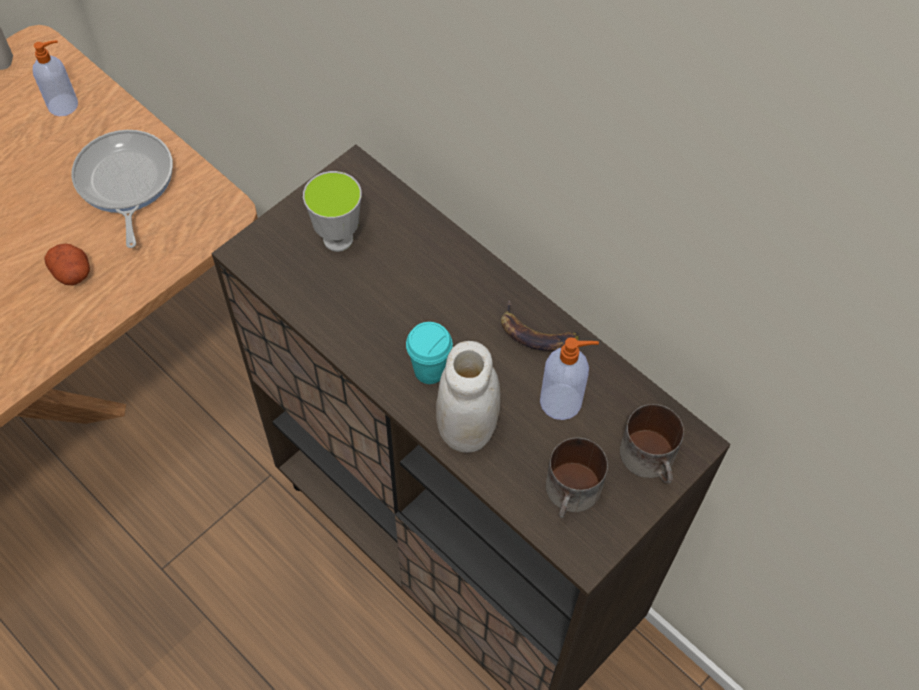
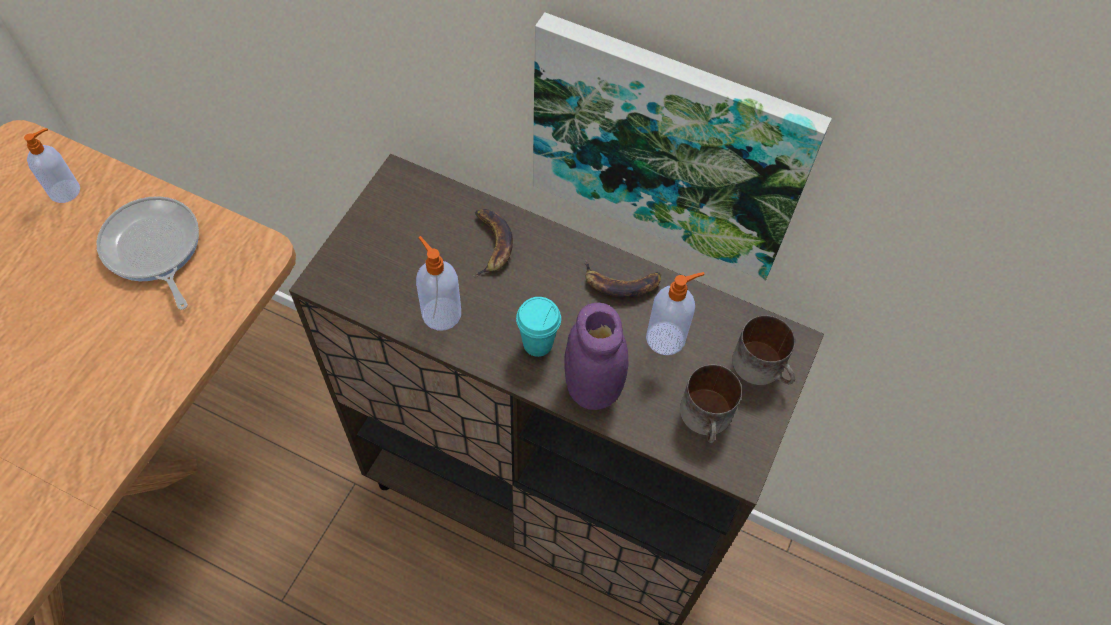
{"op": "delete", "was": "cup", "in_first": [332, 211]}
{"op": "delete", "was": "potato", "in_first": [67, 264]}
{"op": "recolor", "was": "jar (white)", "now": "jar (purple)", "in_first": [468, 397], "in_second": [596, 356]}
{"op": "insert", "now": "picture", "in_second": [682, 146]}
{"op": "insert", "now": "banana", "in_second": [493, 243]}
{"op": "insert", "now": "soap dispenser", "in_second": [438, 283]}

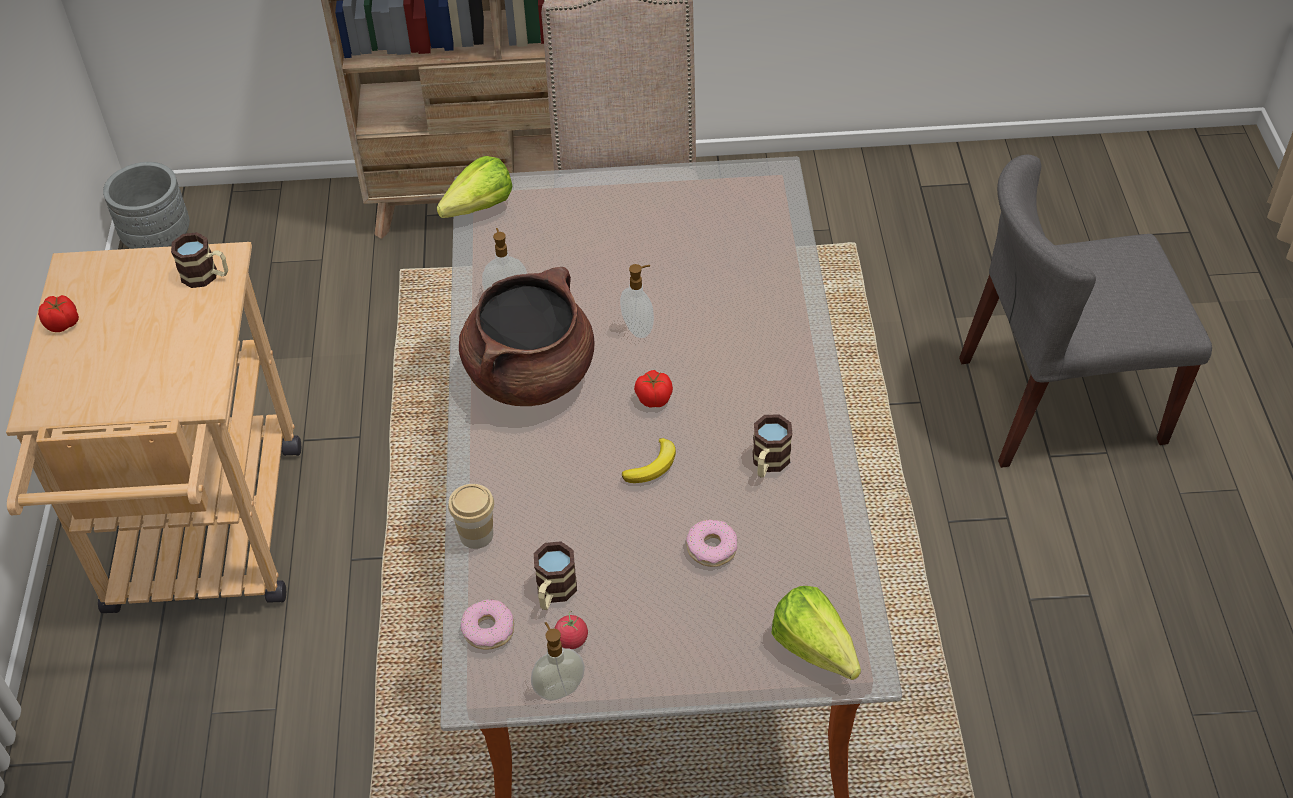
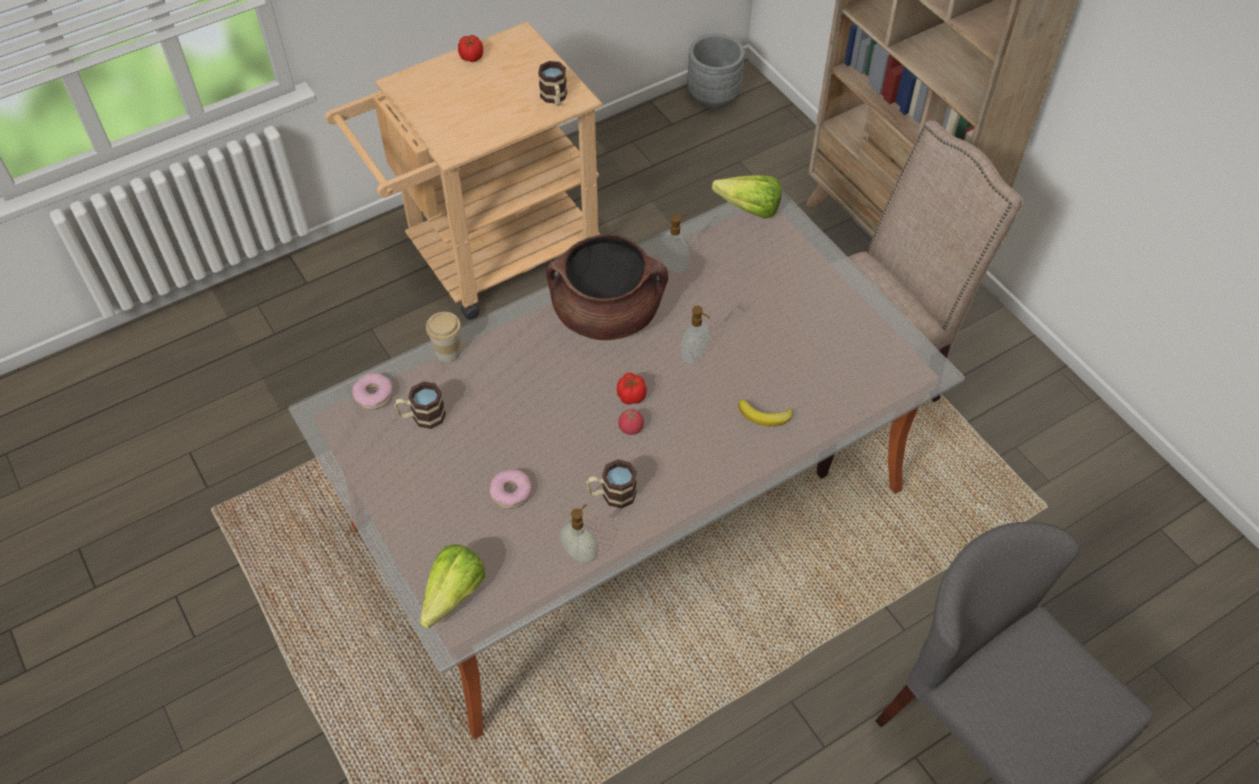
{"op": "move", "was": "banana", "in_first": [649, 460], "in_second": [765, 412]}
{"op": "move", "was": "tomato", "in_first": [571, 630], "in_second": [631, 422]}
{"op": "move", "was": "soap dispenser", "in_first": [558, 661], "in_second": [578, 534]}

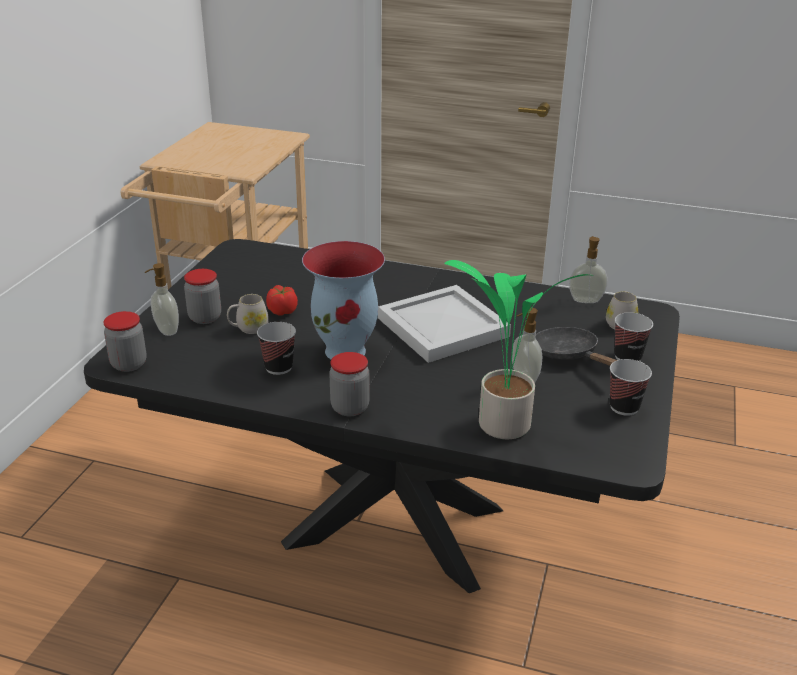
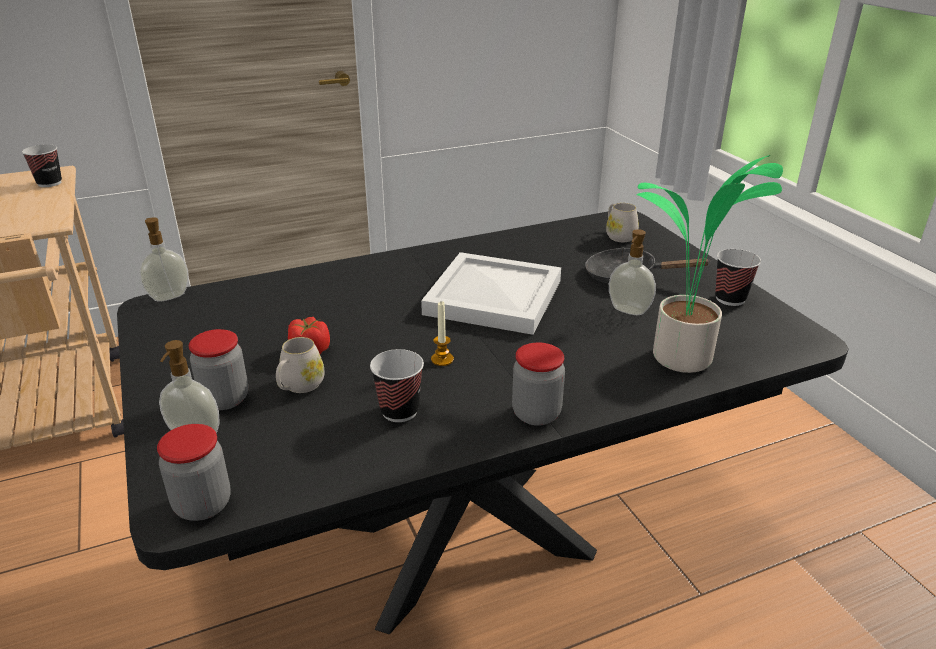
{"op": "move", "was": "soap dispenser", "in_first": [588, 269], "in_second": [164, 260]}
{"op": "replace", "was": "vase", "now": "candle", "in_first": [343, 300], "in_second": [442, 334]}
{"op": "move", "was": "cup", "in_first": [633, 336], "in_second": [42, 165]}

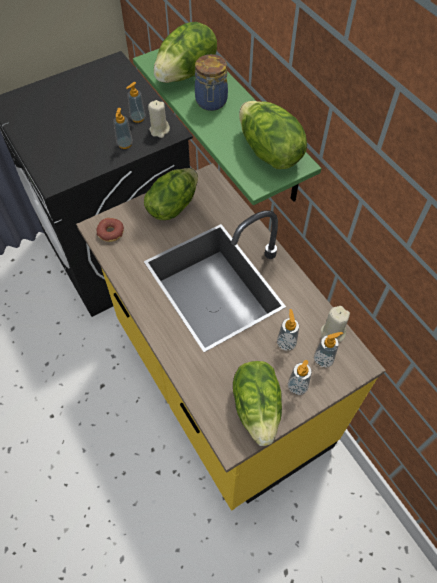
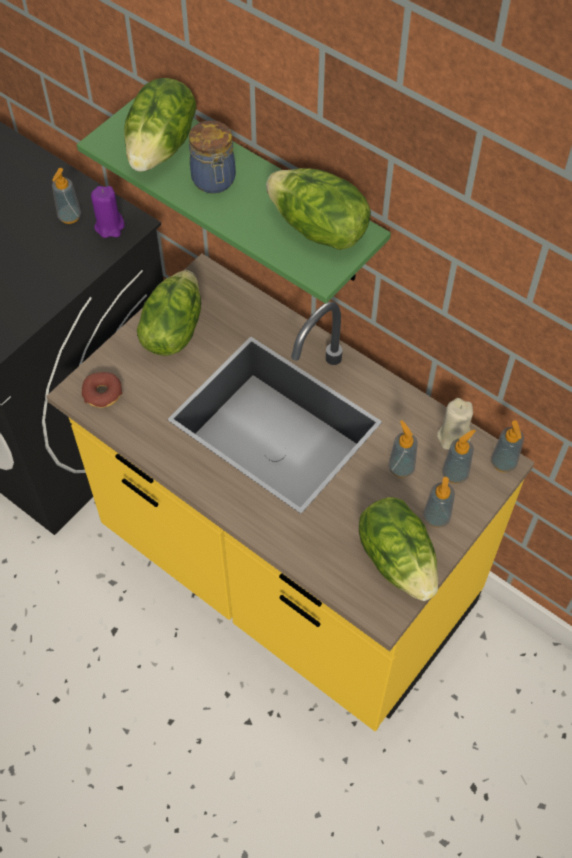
{"op": "recolor", "was": "candle (beige)", "now": "candle (purple)", "in_first": [159, 119], "in_second": [108, 212]}
{"op": "move", "was": "soap dispenser", "in_first": [123, 128], "in_second": [507, 446]}

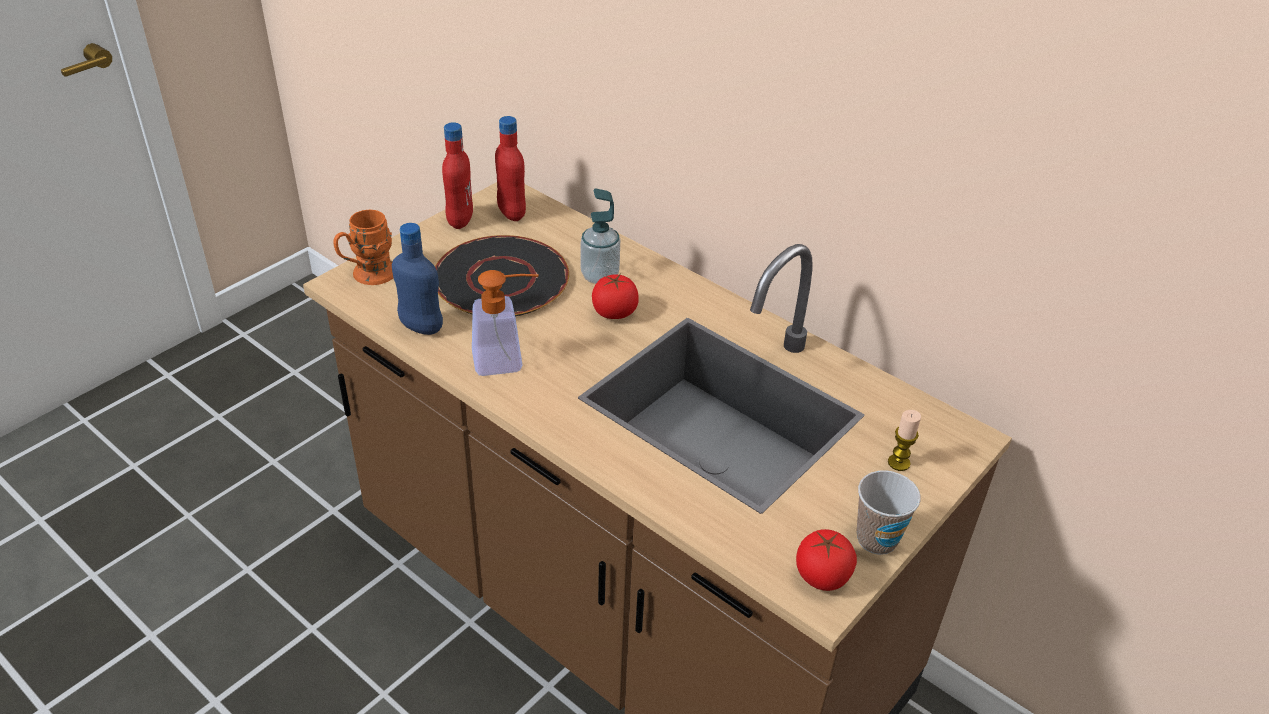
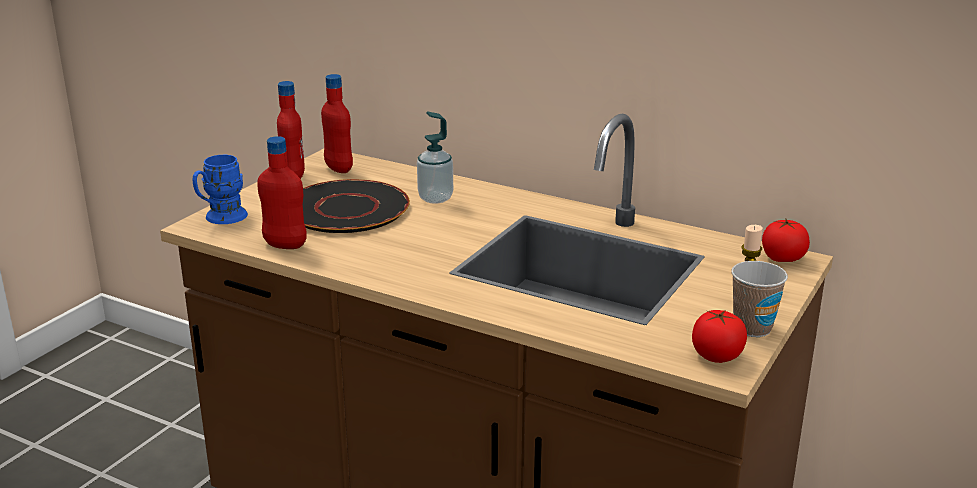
{"op": "recolor", "was": "mug (orange)", "now": "mug (blue)", "in_first": [363, 247], "in_second": [220, 189]}
{"op": "recolor", "was": "bottle (blue)", "now": "bottle (red)", "in_first": [417, 279], "in_second": [282, 192]}
{"op": "delete", "was": "soap dispenser", "in_first": [505, 323]}
{"op": "move", "was": "tomato", "in_first": [615, 296], "in_second": [786, 240]}

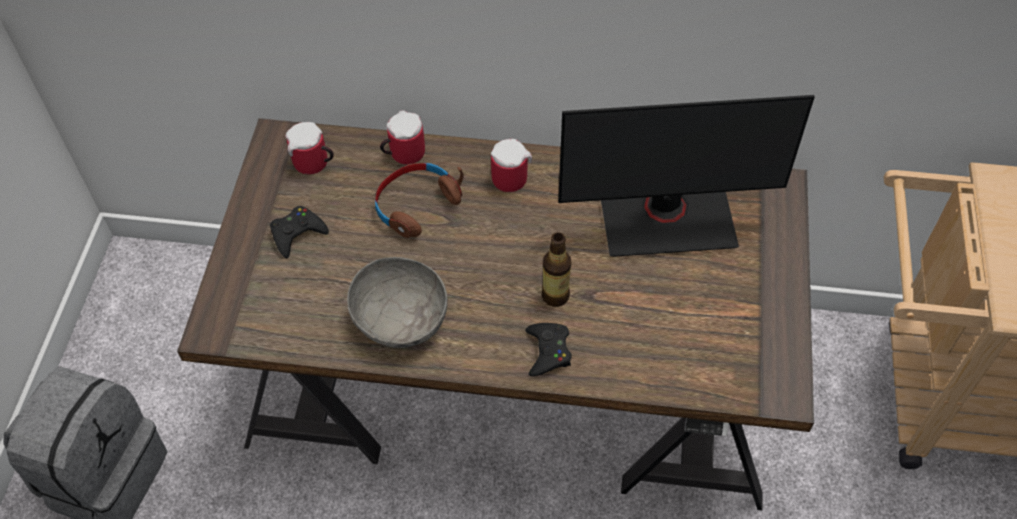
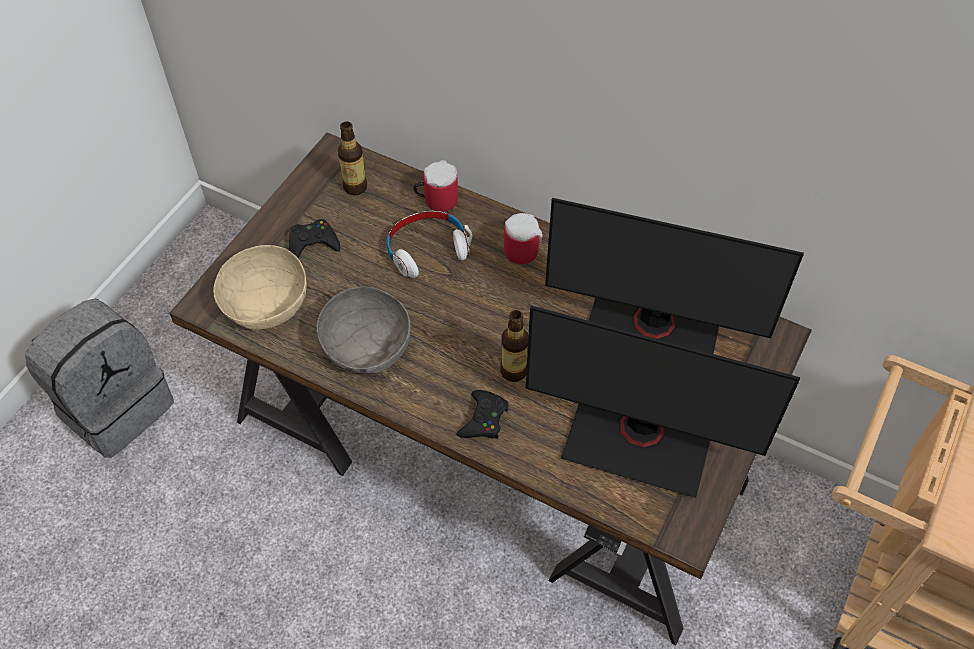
{"op": "replace", "was": "mug", "now": "bottle", "in_first": [309, 148], "in_second": [352, 158]}
{"op": "recolor", "was": "headphones (brown)", "now": "headphones (white)", "in_first": [419, 200], "in_second": [429, 244]}
{"op": "insert", "now": "bowl (beige)", "in_second": [260, 287]}
{"op": "insert", "now": "monitor", "in_second": [663, 402]}

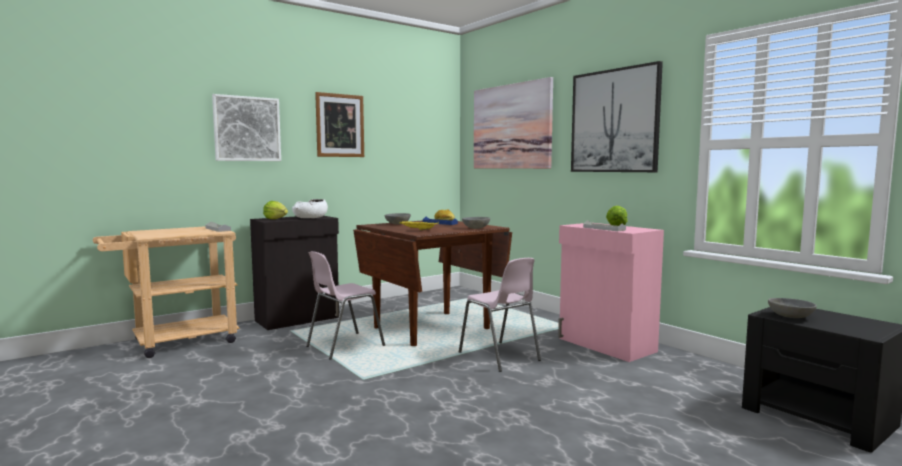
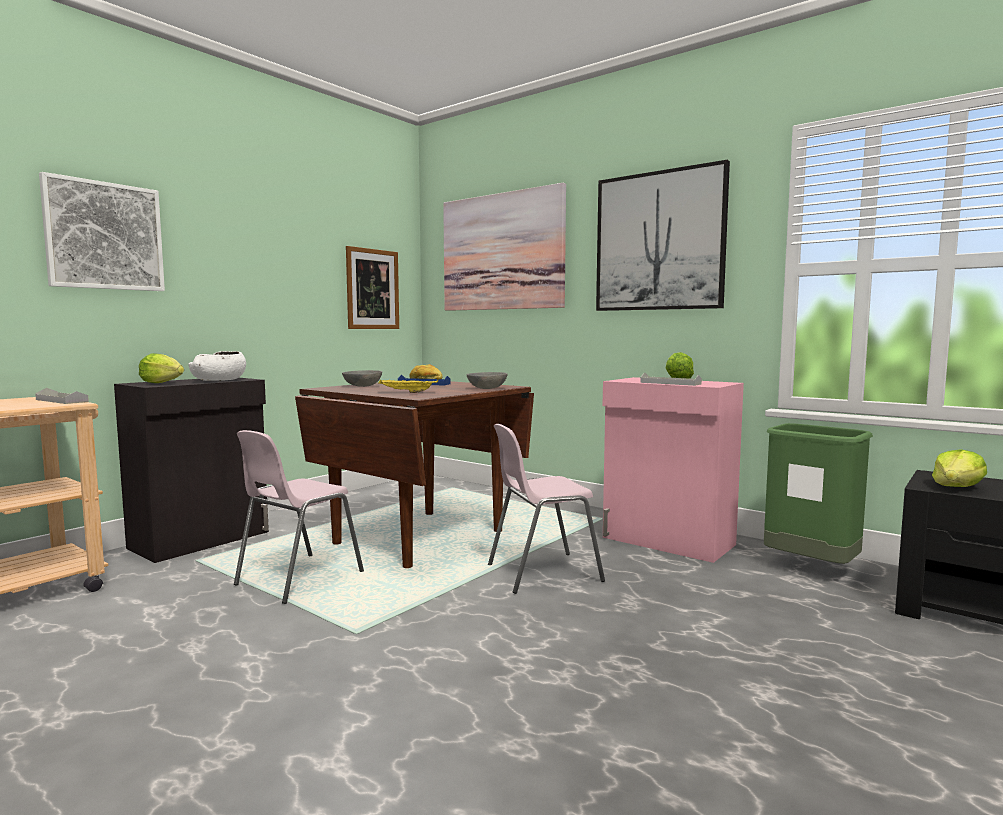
{"op": "move", "was": "picture", "in_first": [339, 124], "in_second": [372, 287]}
{"op": "rotate", "was": "chair (pink)", "in_first": [500, 315], "in_second": [546, 509], "clockwise": 120}
{"op": "replace", "was": "bowl (grey)", "now": "lettuce", "in_first": [792, 308], "in_second": [959, 468]}
{"op": "insert", "now": "trash can (green)", "in_second": [818, 493]}

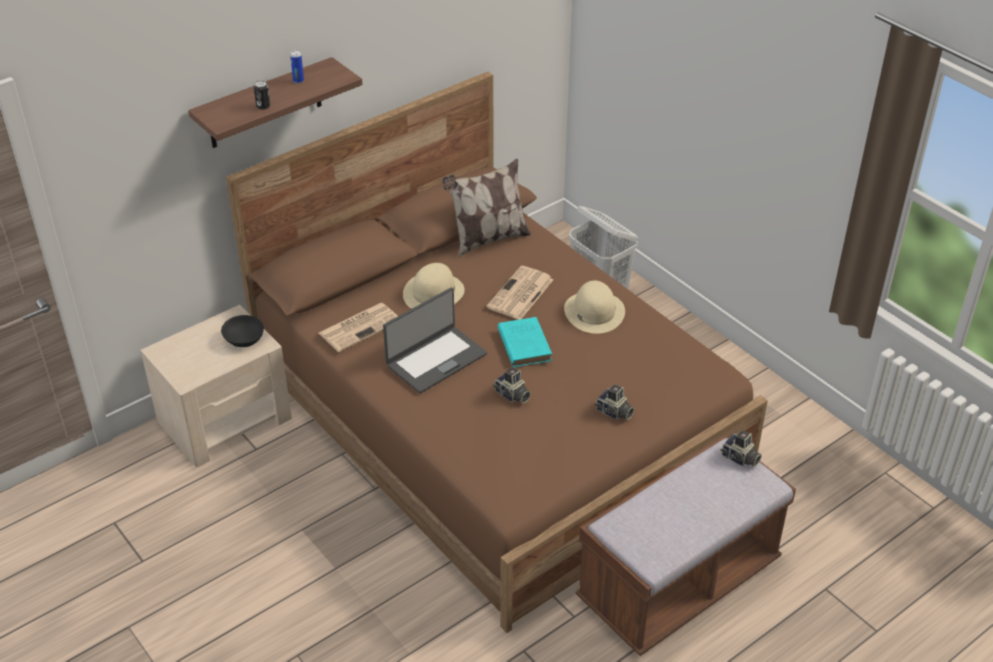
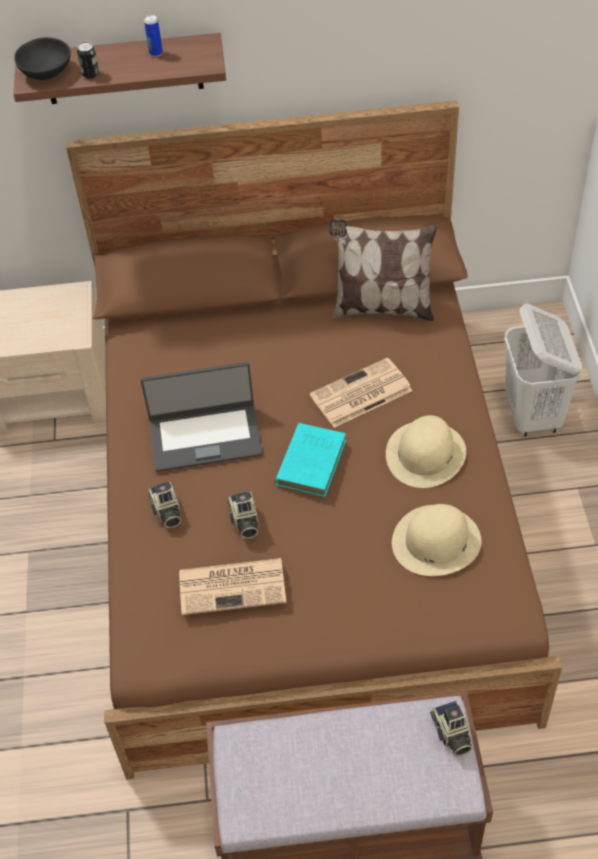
{"op": "move", "was": "hat (beige)", "in_first": [434, 286], "in_second": [436, 540]}
{"op": "move", "was": "newspaper", "in_first": [358, 327], "in_second": [232, 586]}
{"op": "move", "was": "bowl (black)", "in_first": [242, 331], "in_second": [42, 58]}
{"op": "move", "was": "photo camera", "in_first": [614, 402], "in_second": [164, 505]}

